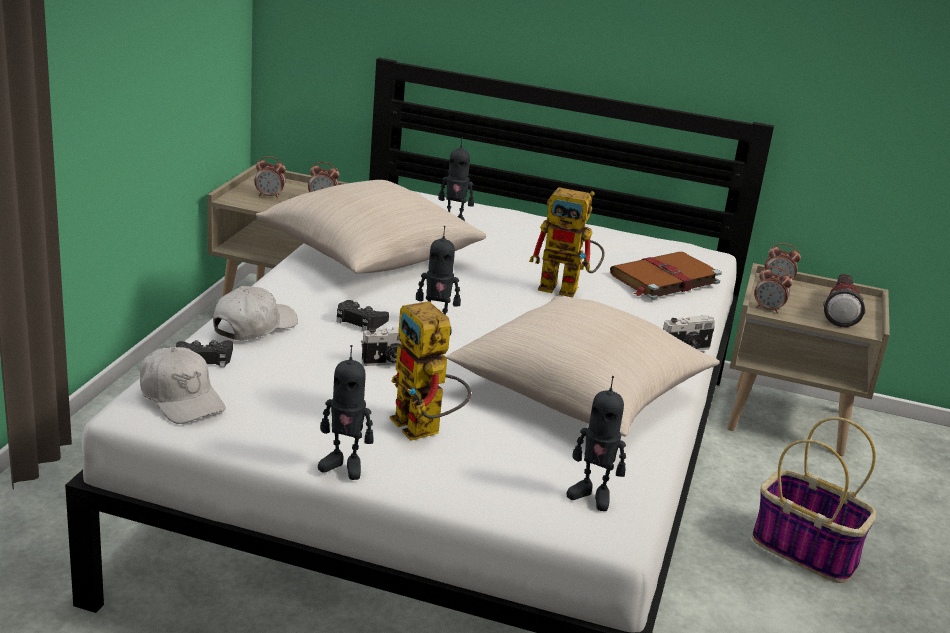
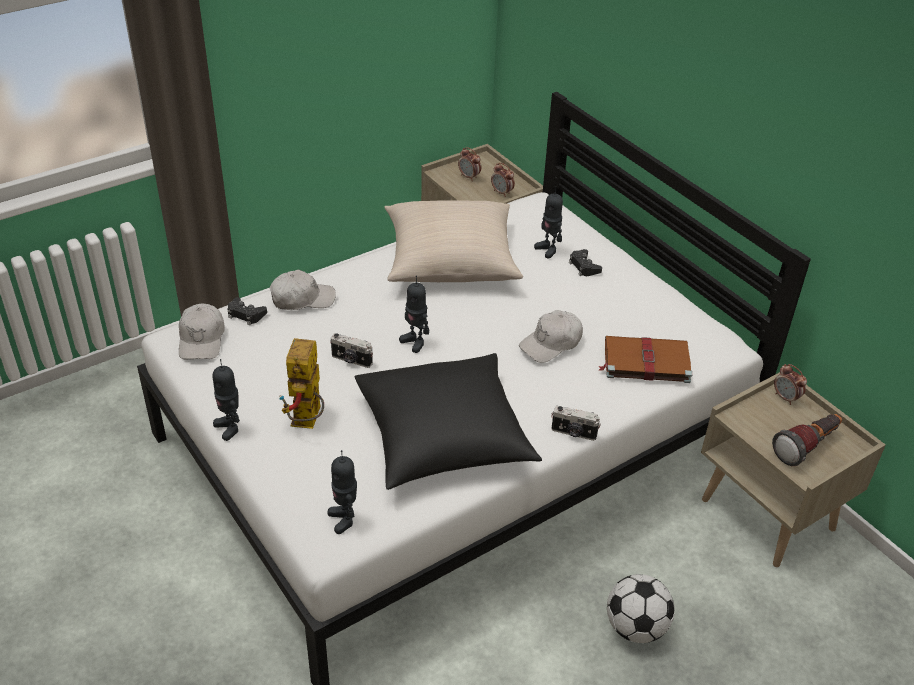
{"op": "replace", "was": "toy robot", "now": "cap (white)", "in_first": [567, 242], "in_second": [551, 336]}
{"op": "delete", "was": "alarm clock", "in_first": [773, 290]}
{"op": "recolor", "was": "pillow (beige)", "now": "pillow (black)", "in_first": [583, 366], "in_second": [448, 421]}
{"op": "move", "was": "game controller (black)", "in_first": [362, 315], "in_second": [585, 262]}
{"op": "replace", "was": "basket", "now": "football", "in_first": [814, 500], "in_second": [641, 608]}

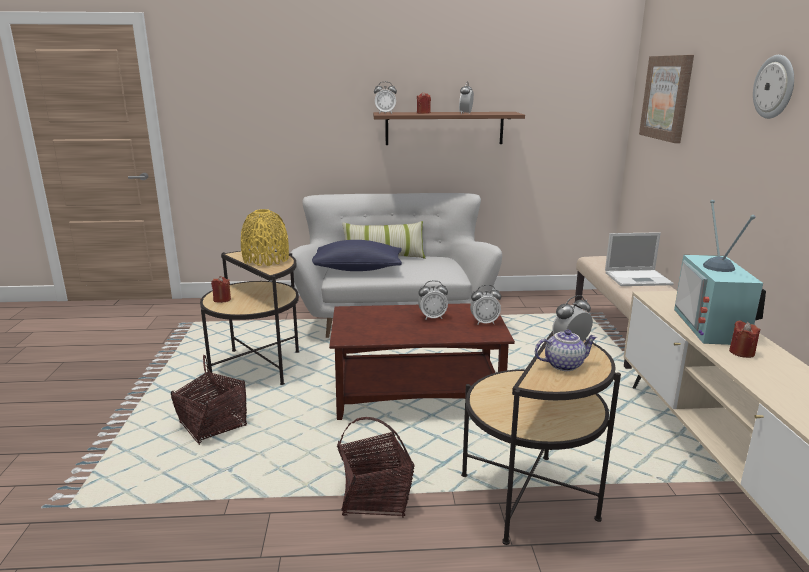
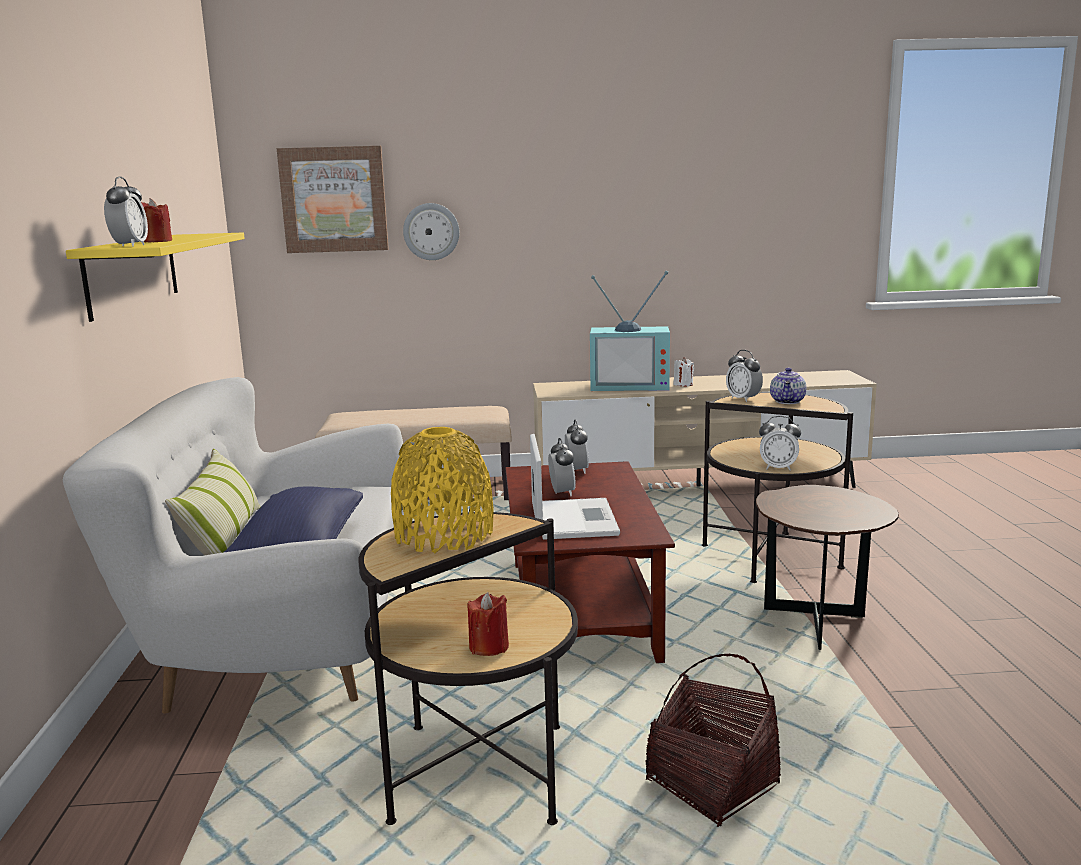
{"op": "move", "was": "wall clock", "in_first": [773, 87], "in_second": [431, 231]}
{"op": "move", "was": "alarm clock", "in_first": [466, 98], "in_second": [780, 443]}
{"op": "recolor", "was": "shelf (brown)", "now": "shelf (yellow)", "in_first": [449, 128], "in_second": [155, 277]}
{"op": "move", "was": "laptop", "in_first": [639, 259], "in_second": [575, 487]}
{"op": "recolor", "was": "candle (red)", "now": "candle (white)", "in_first": [744, 339], "in_second": [684, 372]}
{"op": "rotate", "was": "teapot", "in_first": [566, 350], "in_second": [788, 386], "clockwise": -150}
{"op": "replace", "was": "basket", "now": "side table (brown)", "in_first": [376, 467], "in_second": [827, 567]}

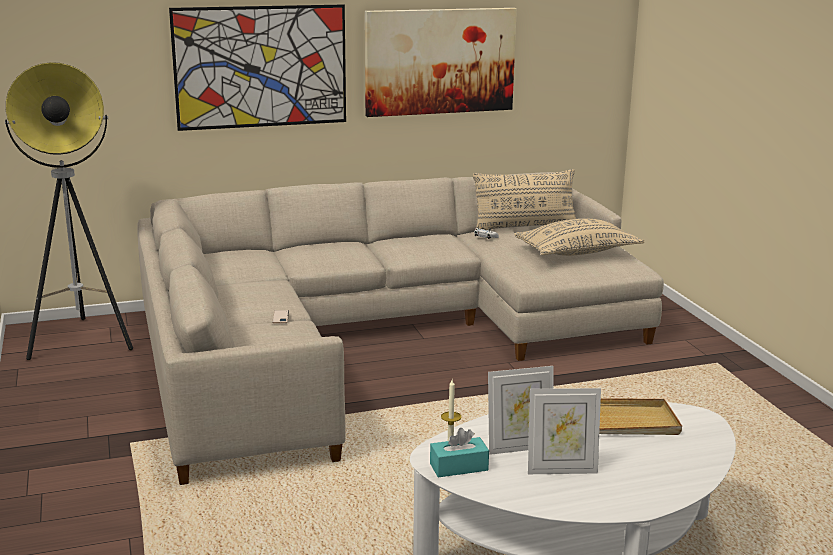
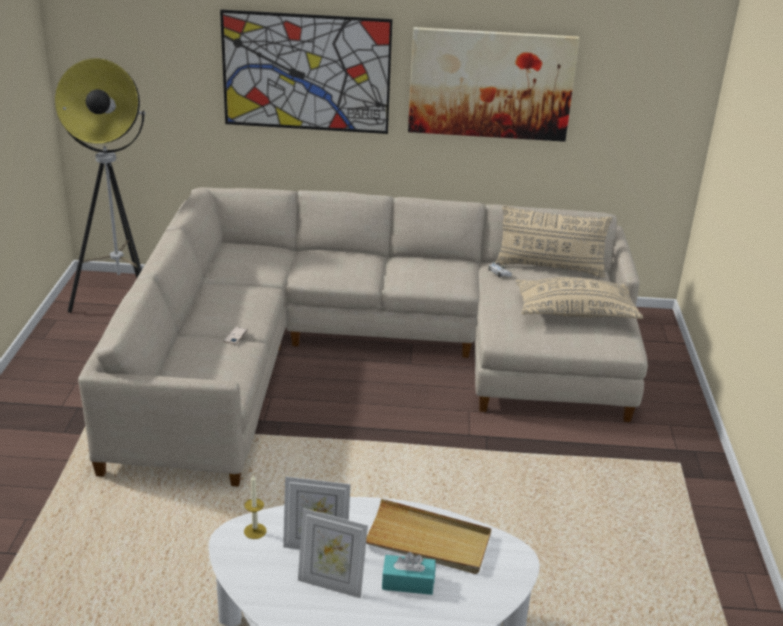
{"op": "move", "was": "tissue box (turquoise)", "in_first": [459, 452], "in_second": [408, 573]}

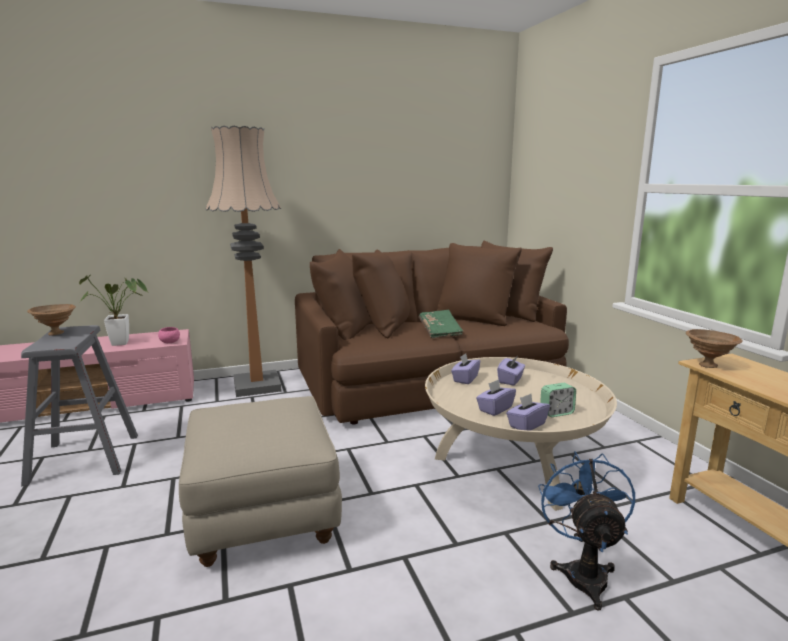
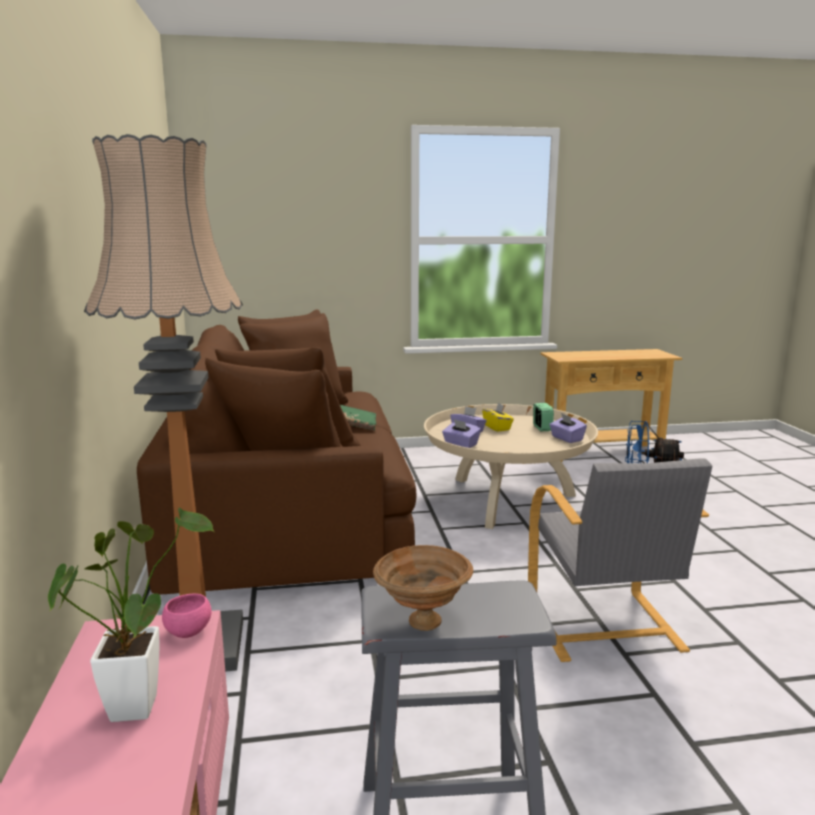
{"op": "delete", "was": "bowl (brown)", "in_first": [714, 348]}
{"op": "delete", "was": "tissue box (purple)", "in_first": [496, 397]}
{"op": "replace", "was": "ottoman (beige)", "now": "armchair (grey)", "in_first": [260, 481], "in_second": [620, 560]}
{"op": "insert", "now": "tissue box (yellow)", "in_second": [498, 417]}

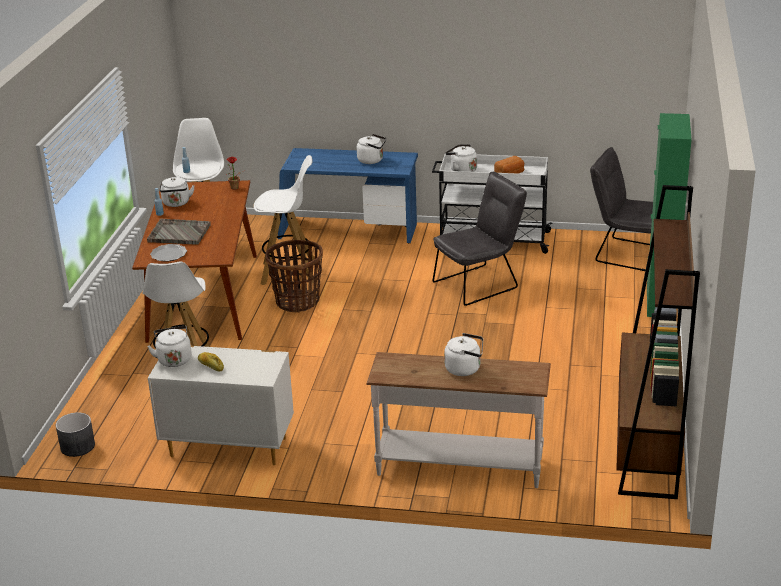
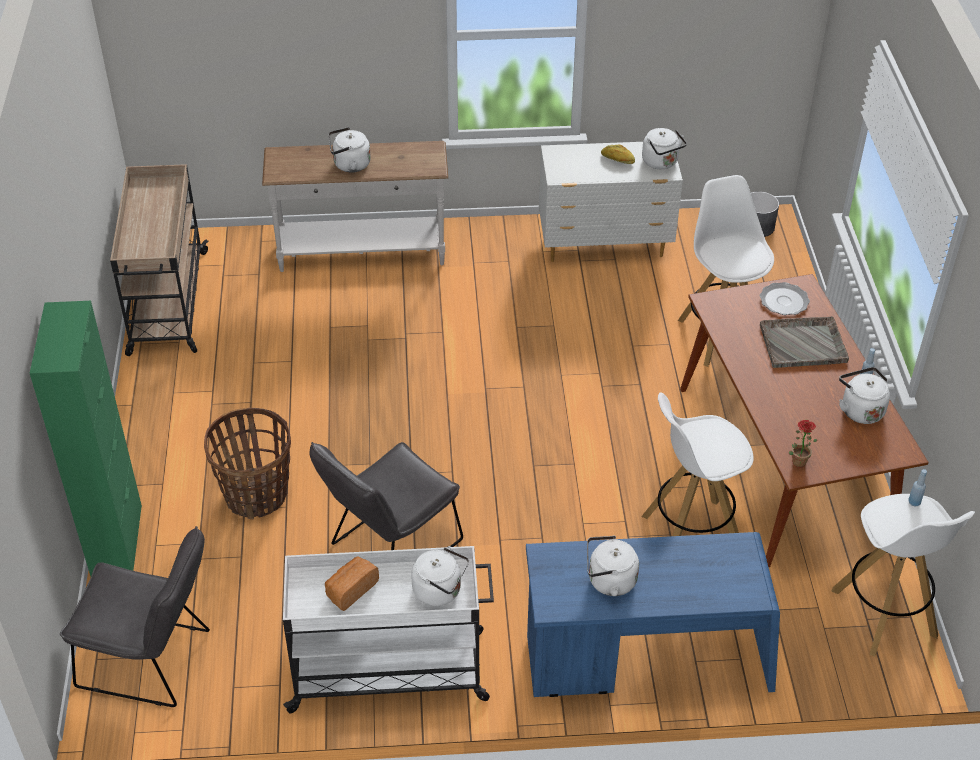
{"op": "replace", "was": "bookcase (brown)", "now": "cart (beige)", "in_first": [658, 342], "in_second": [159, 260]}
{"op": "move", "was": "basket", "in_first": [294, 276], "in_second": [247, 463]}

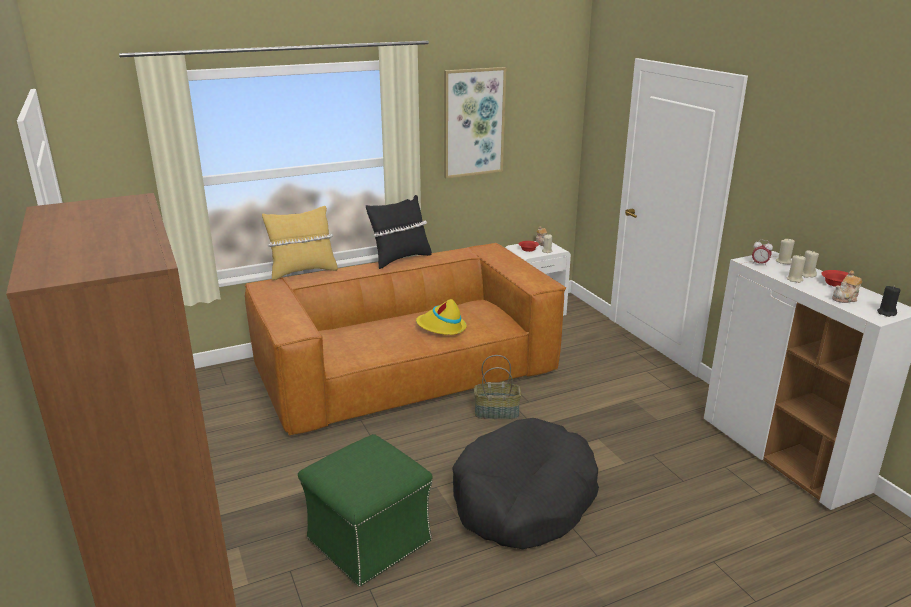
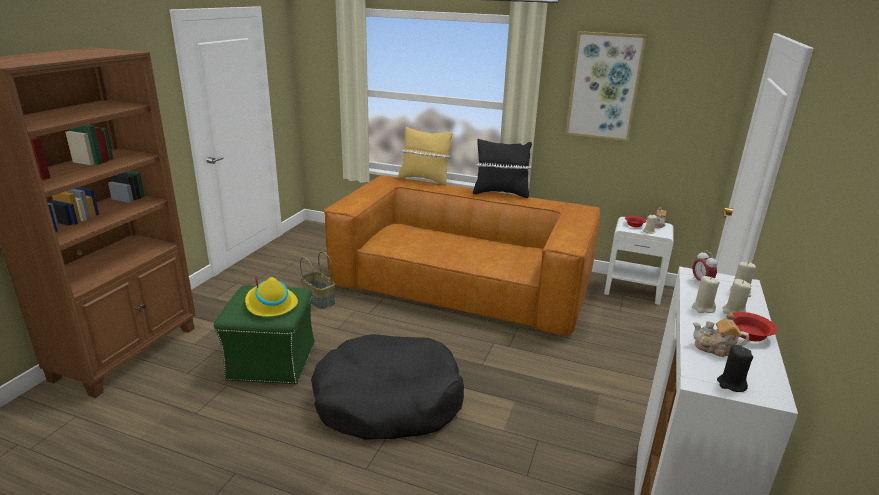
{"op": "move", "was": "hat (yellow)", "in_first": [441, 317], "in_second": [271, 297]}
{"op": "move", "was": "basket", "in_first": [497, 387], "in_second": [317, 280]}

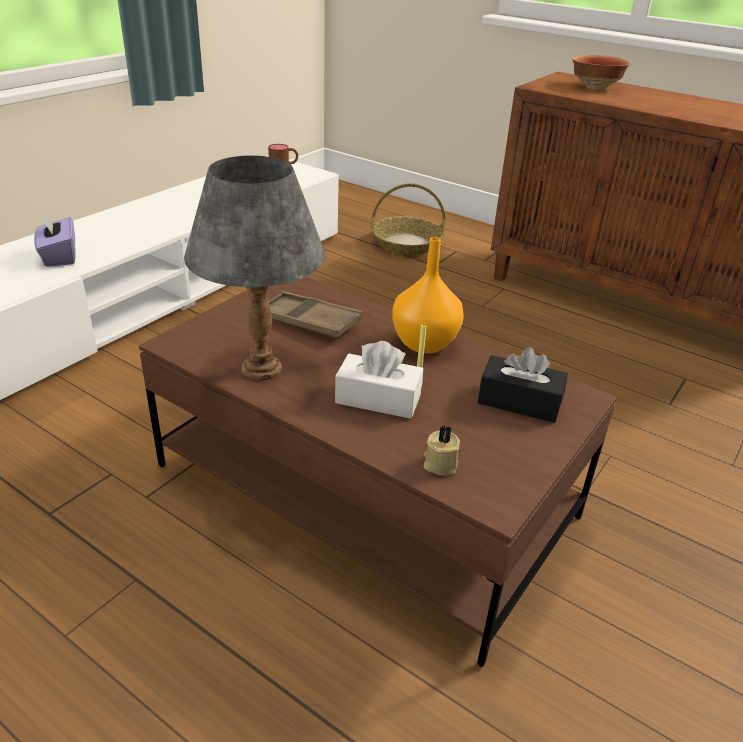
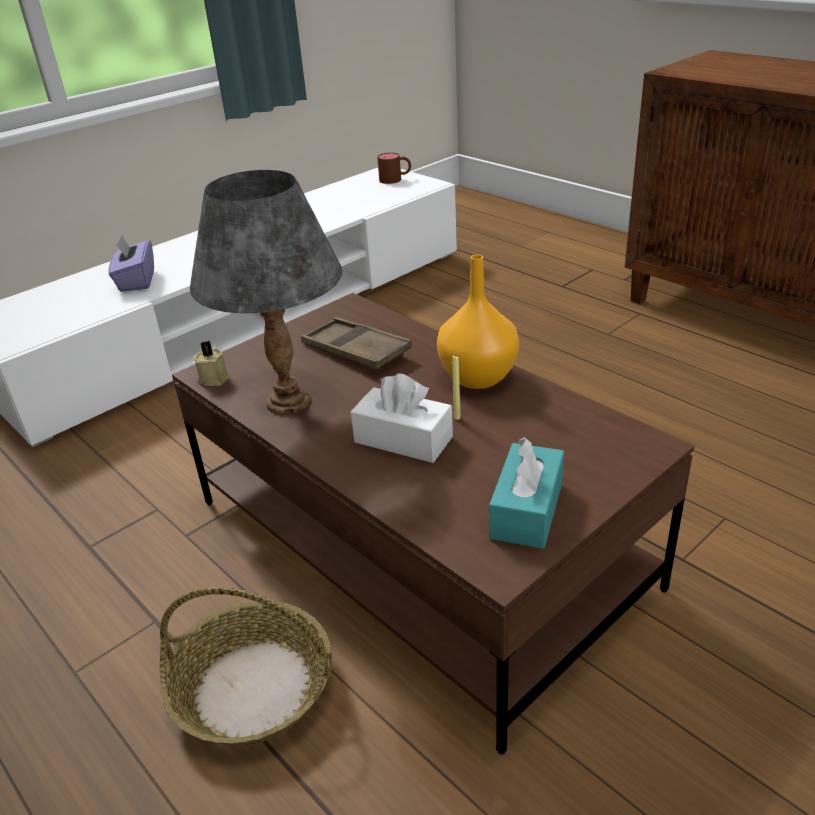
{"op": "delete", "was": "bowl", "in_first": [601, 72]}
{"op": "move", "was": "basket", "in_first": [408, 219], "in_second": [246, 666]}
{"op": "delete", "was": "tissue box (black)", "in_first": [523, 385]}
{"op": "move", "was": "candle (beige)", "in_first": [442, 450], "in_second": [211, 363]}
{"op": "insert", "now": "tissue box (turquoise)", "in_second": [526, 493]}

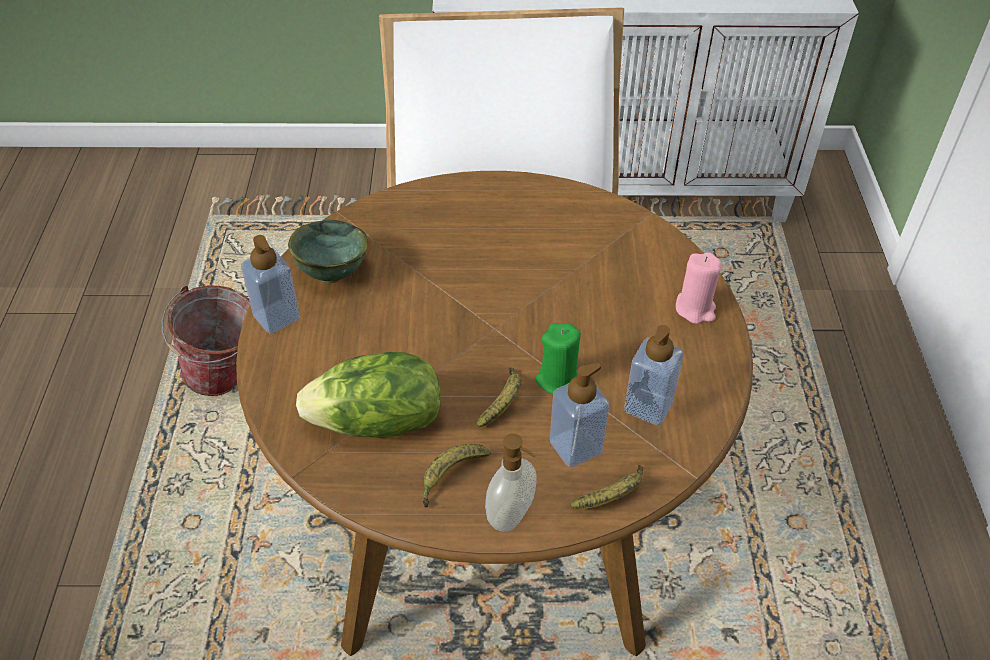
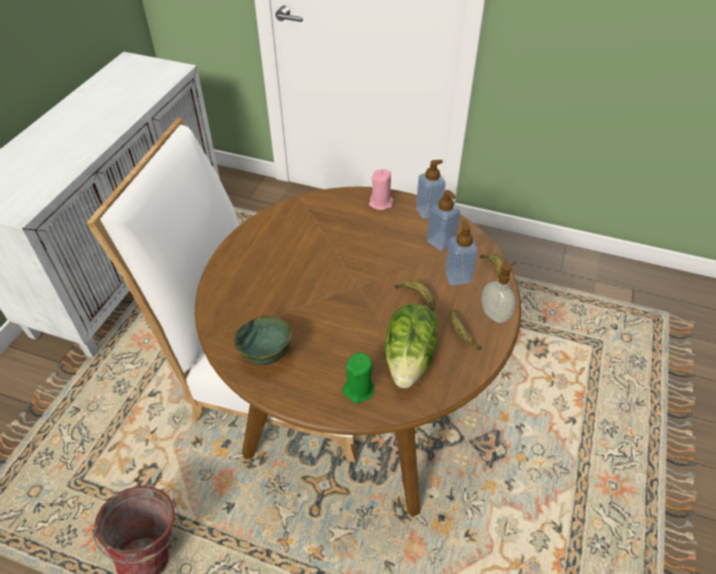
{"op": "move", "was": "soap dispenser", "in_first": [270, 284], "in_second": [431, 189]}
{"op": "move", "was": "candle (green)", "in_first": [558, 359], "in_second": [358, 377]}

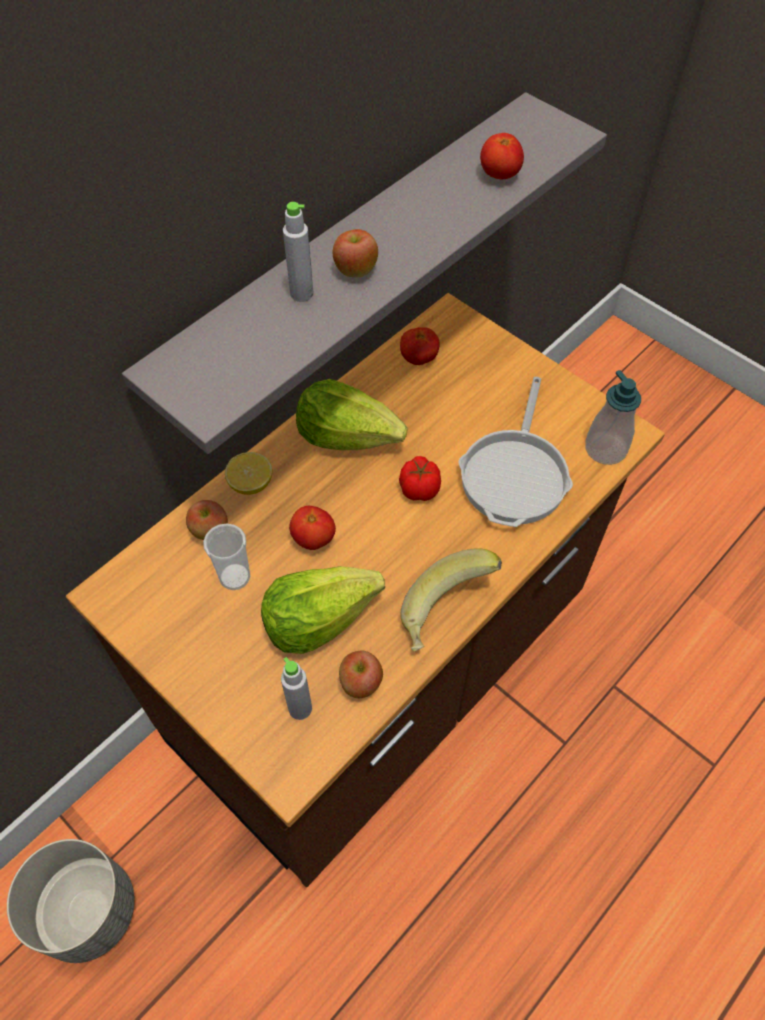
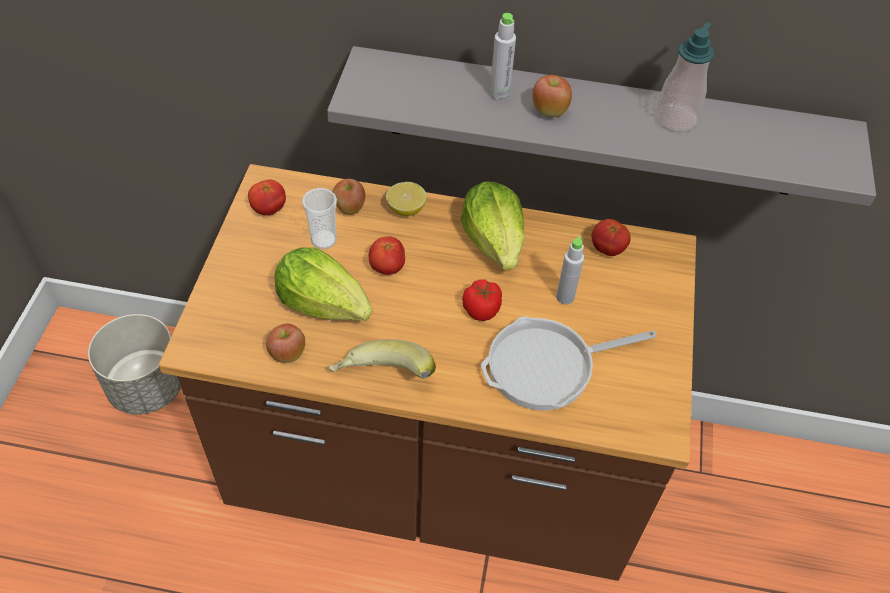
{"op": "move", "was": "tomato", "in_first": [502, 156], "in_second": [267, 198]}
{"op": "move", "was": "soap dispenser", "in_first": [613, 417], "in_second": [685, 77]}
{"op": "move", "was": "bottle (grey)", "in_first": [296, 688], "in_second": [570, 270]}

